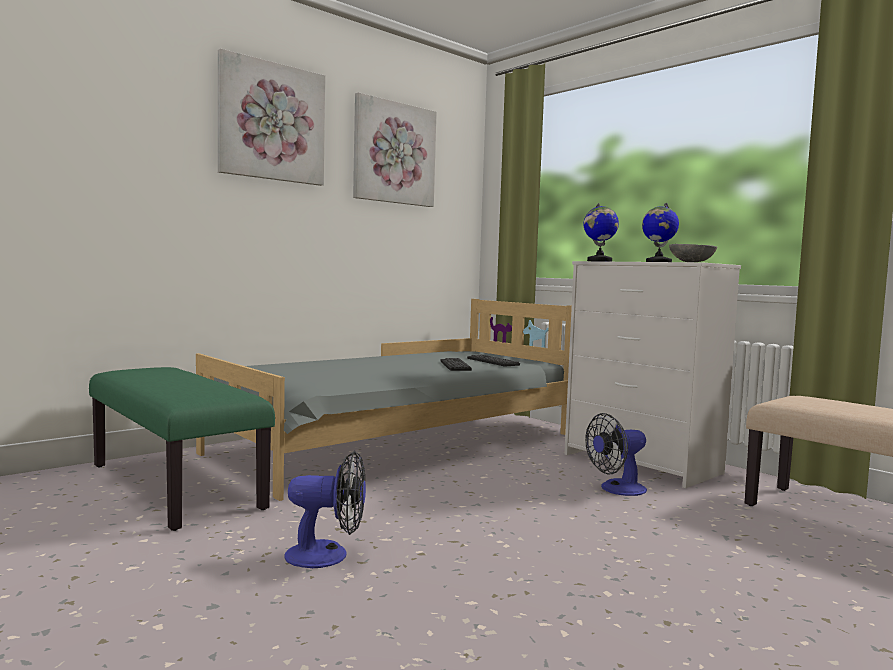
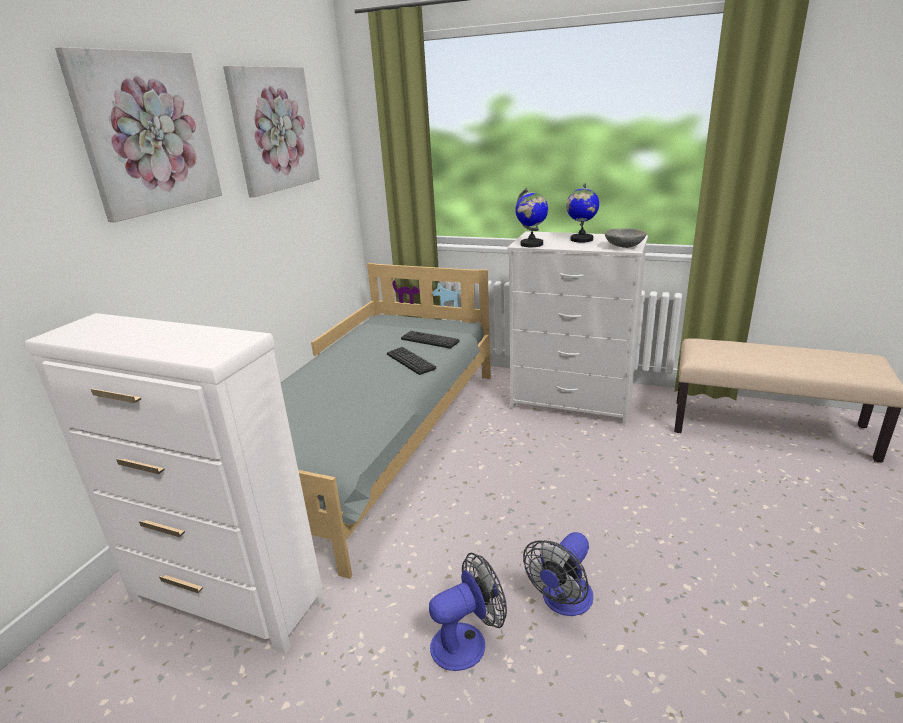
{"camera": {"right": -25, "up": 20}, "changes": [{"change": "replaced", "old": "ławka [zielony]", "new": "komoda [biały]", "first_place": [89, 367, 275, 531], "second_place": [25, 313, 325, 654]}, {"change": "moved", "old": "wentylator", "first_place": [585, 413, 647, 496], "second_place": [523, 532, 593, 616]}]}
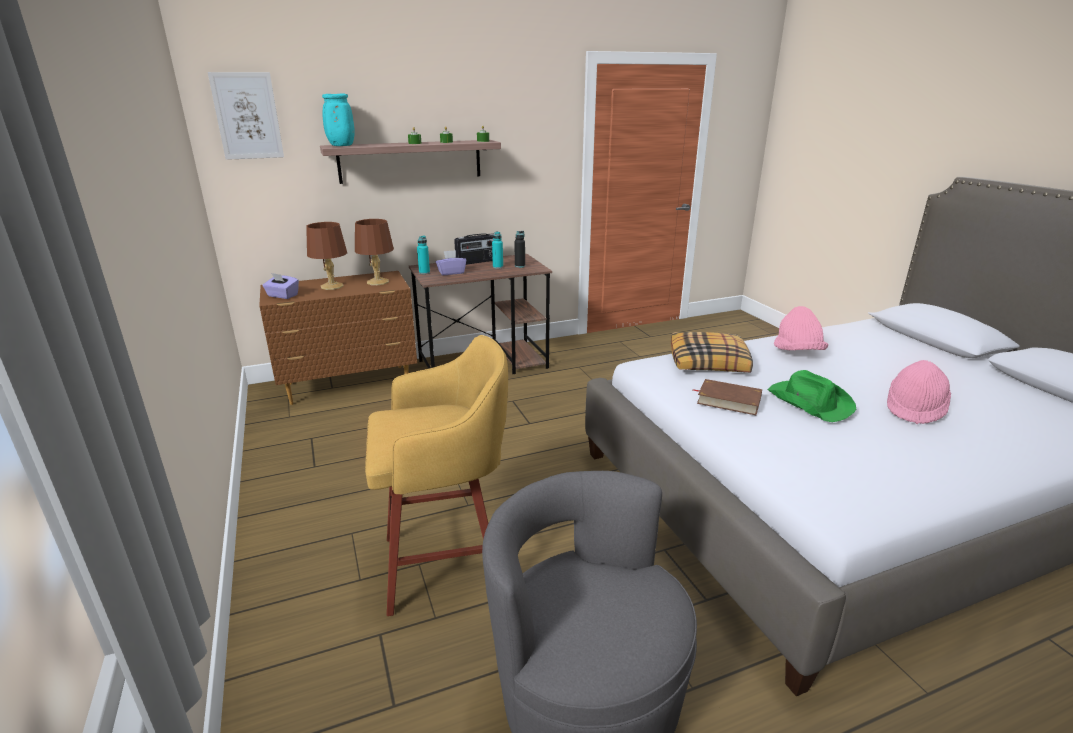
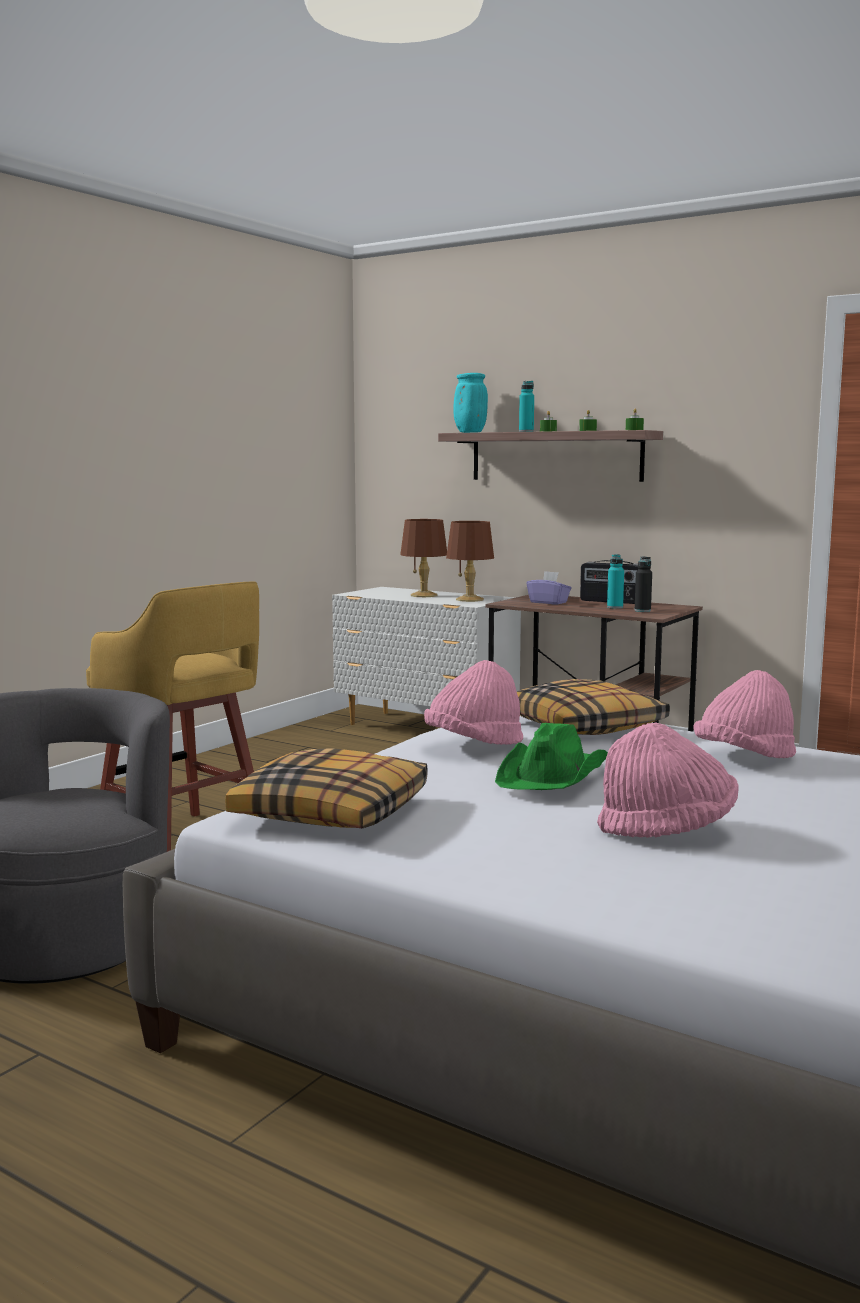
{"camera": {"right": 55, "up": -15}, "changes": [{"change": "removed", "old": "obraz", "first_place": [208, 72, 284, 160]}, {"change": "moved", "old": "butelka [turkusowy]", "first_place": [417, 236, 430, 274], "second_place": [519, 381, 534, 432]}, {"change": "recoloured", "old": "komoda [brązowy]", "new": "komoda [biały]", "first_place": [259, 271, 417, 405], "second_place": [332, 587, 521, 725]}, {"change": "removed", "old": "pudełko chusteczek [fioletowy]", "first_place": [262, 273, 299, 299]}, {"change": "replaced", "old": "książka [brązowy]", "new": "kapelusz [różowy]", "first_place": [693, 379, 762, 415], "second_place": [424, 660, 523, 745]}, {"change": "added", "new": "poduszka", "second_place": [225, 748, 427, 828]}]}
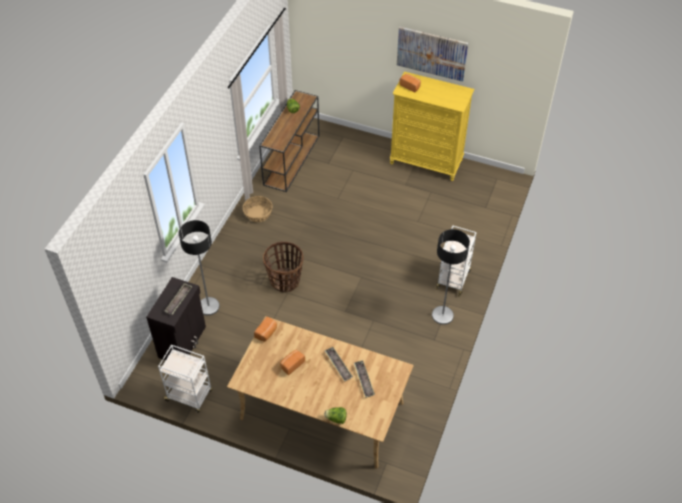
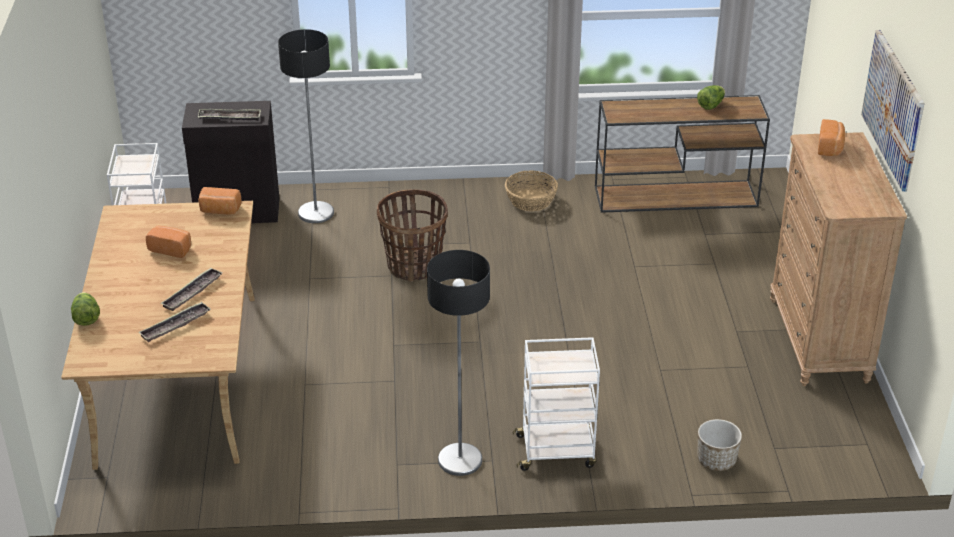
{"camera": {"right": 65, "up": -15}, "changes": [{"change": "recoloured", "old": "komoda [żółty]", "new": "komoda [brązowy]", "first_place": [390, 72, 474, 181], "second_place": [770, 132, 907, 386]}, {"change": "added", "new": "donica", "second_place": [697, 419, 742, 471]}]}
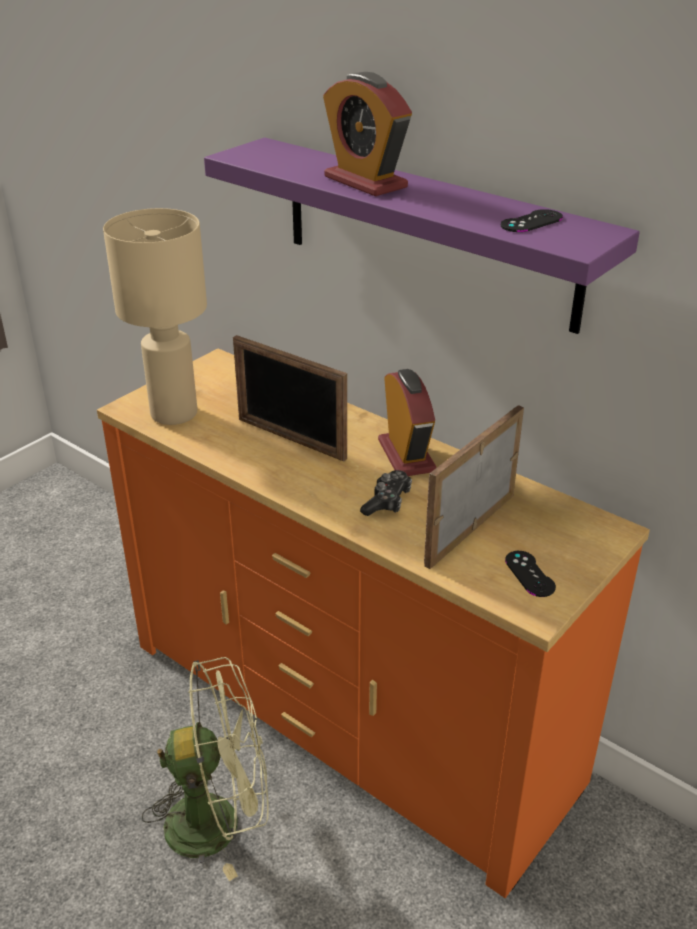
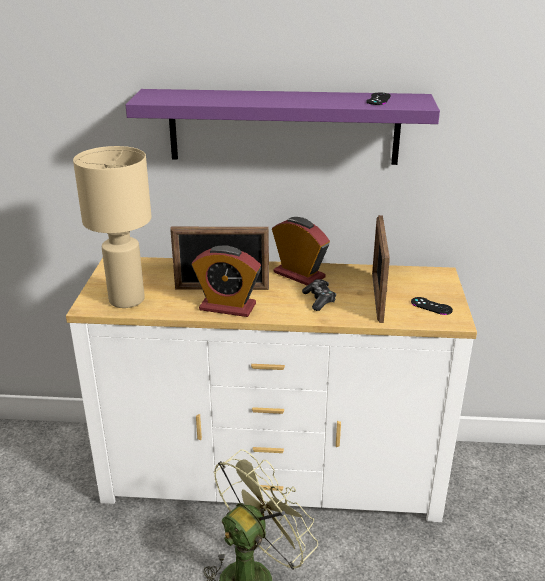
{"camera": {"right": -35, "up": -5}, "changes": [{"change": "moved", "old": "budzik", "first_place": [323, 72, 412, 196], "second_place": [192, 246, 261, 317]}, {"change": "recoloured", "old": "komoda [pomarańczowy]", "new": "komoda [biały]", "first_place": [97, 349, 650, 898], "second_place": [66, 257, 477, 522]}]}
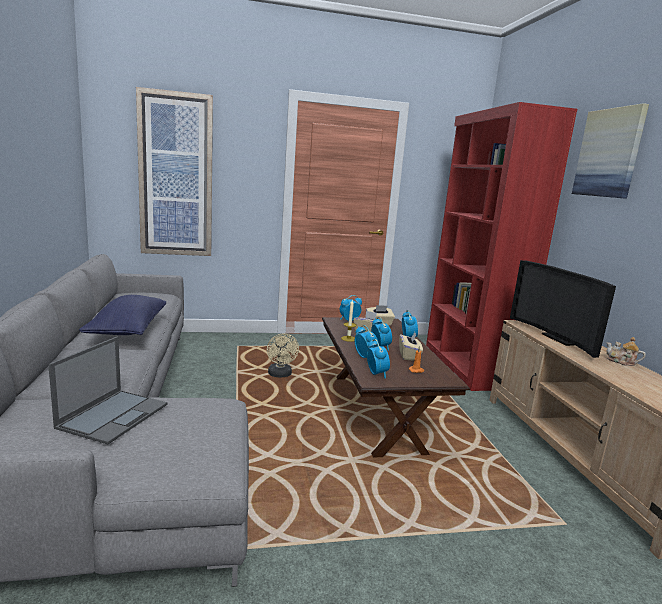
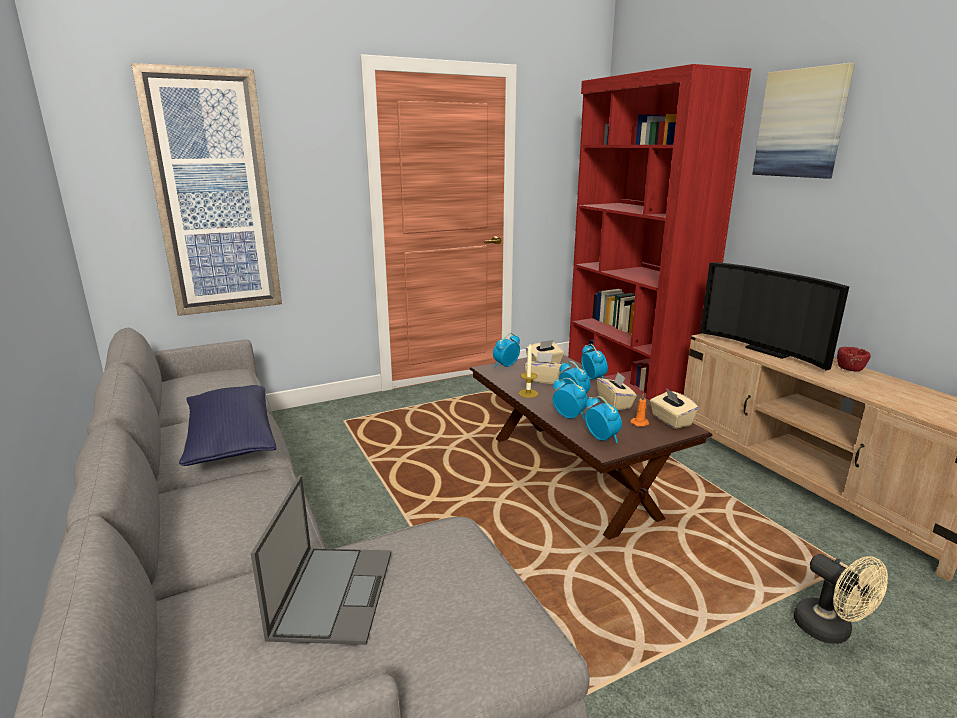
{"camera": {"right": -15, "up": 5}, "changes": [{"change": "moved", "old": "wentylator [beżowy]", "first_place": [267, 333, 299, 377], "second_place": [794, 554, 888, 644]}, {"change": "replaced", "old": "imbryk", "new": "miska [czerwony]", "first_place": [606, 337, 646, 366], "second_place": [837, 347, 871, 371]}, {"change": "added", "new": "pudełko chusteczek [beżowy]", "second_place": [650, 388, 699, 429]}]}
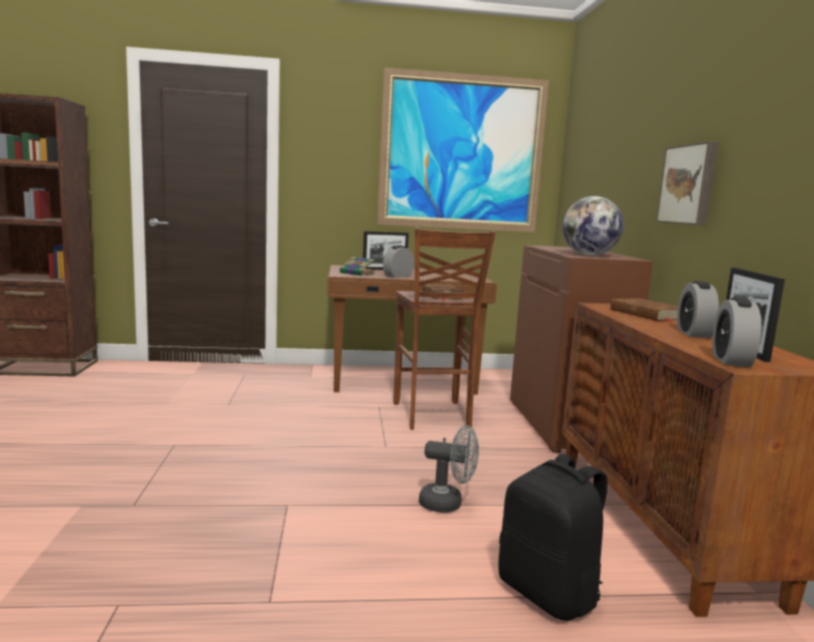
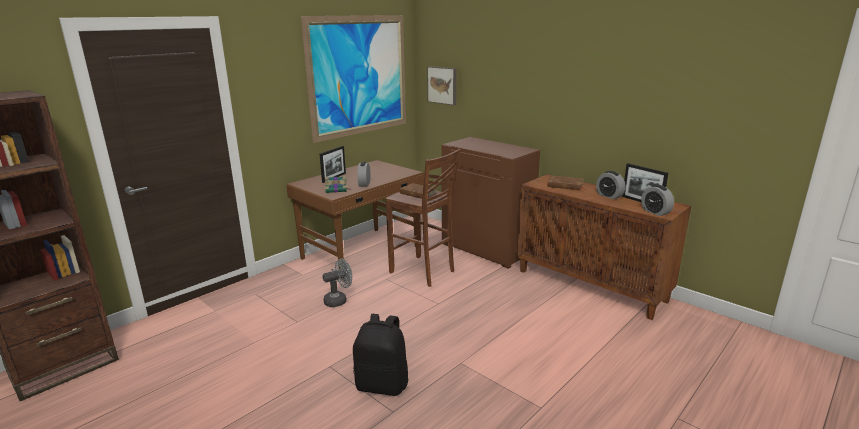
{"camera": {"right": -40, "up": 10}, "changes": [{"change": "moved", "old": "obraz", "first_place": [656, 141, 718, 225], "second_place": [427, 66, 457, 105]}, {"change": "removed", "old": "globus", "first_place": [563, 196, 624, 255]}, {"change": "moved", "old": "wentylator [szary]", "first_place": [419, 425, 479, 512], "second_place": [323, 259, 352, 307]}, {"change": "moved", "old": "plecak [czarny]", "first_place": [498, 454, 608, 621], "second_place": [353, 314, 408, 396]}]}
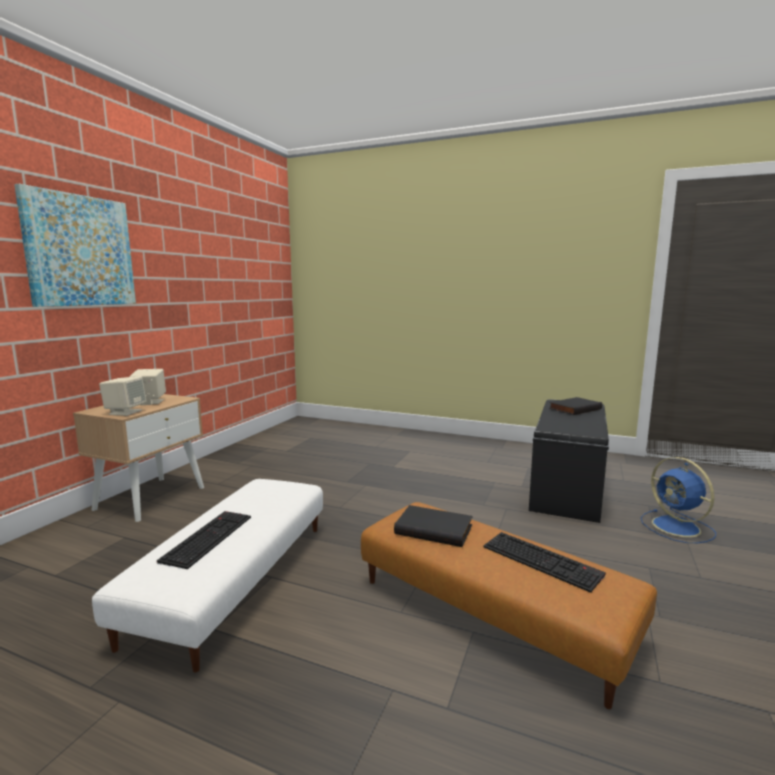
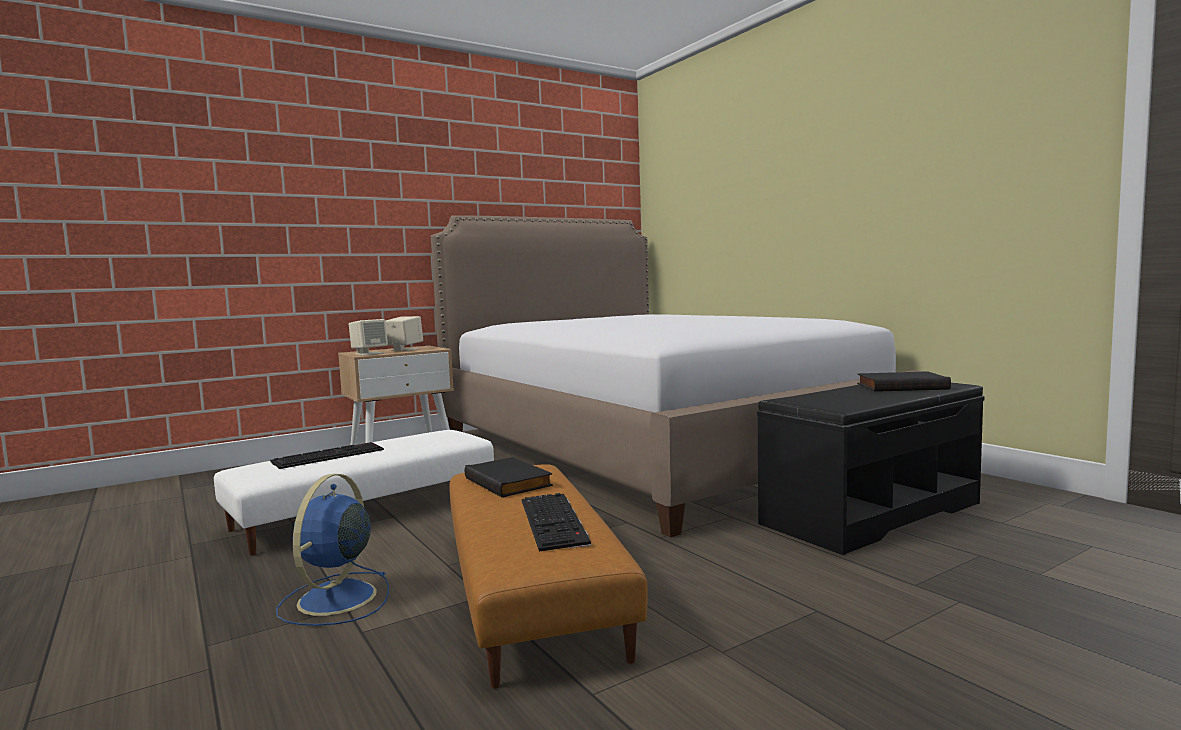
{"camera": {"right": 35, "up": -5}, "changes": [{"change": "removed", "old": "obraz", "first_place": [14, 184, 136, 307]}, {"change": "moved", "old": "wentylator [niebieski]", "first_place": [641, 457, 716, 543], "second_place": [276, 474, 389, 626]}, {"change": "added", "new": "łóżko", "second_place": [431, 215, 925, 537]}]}
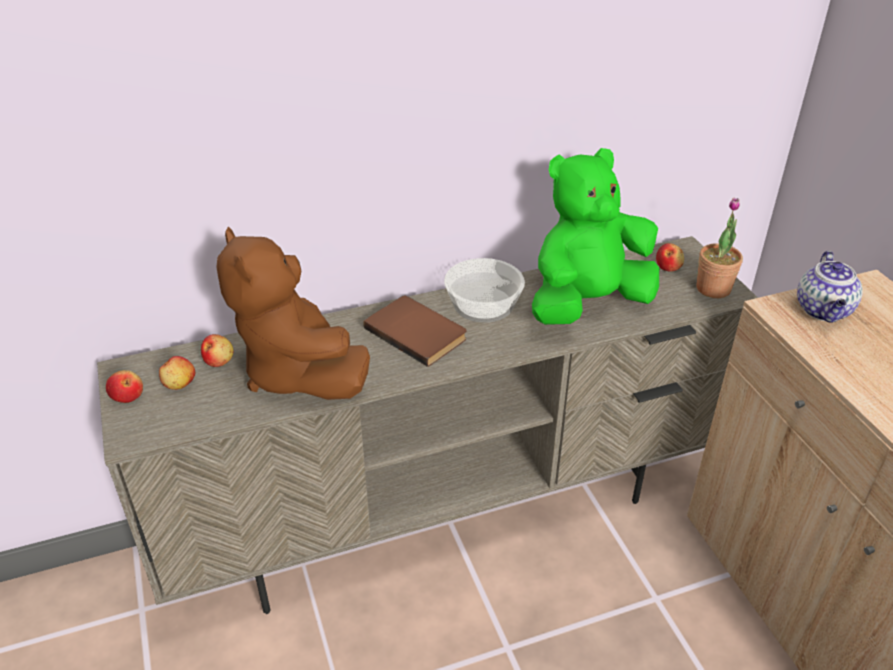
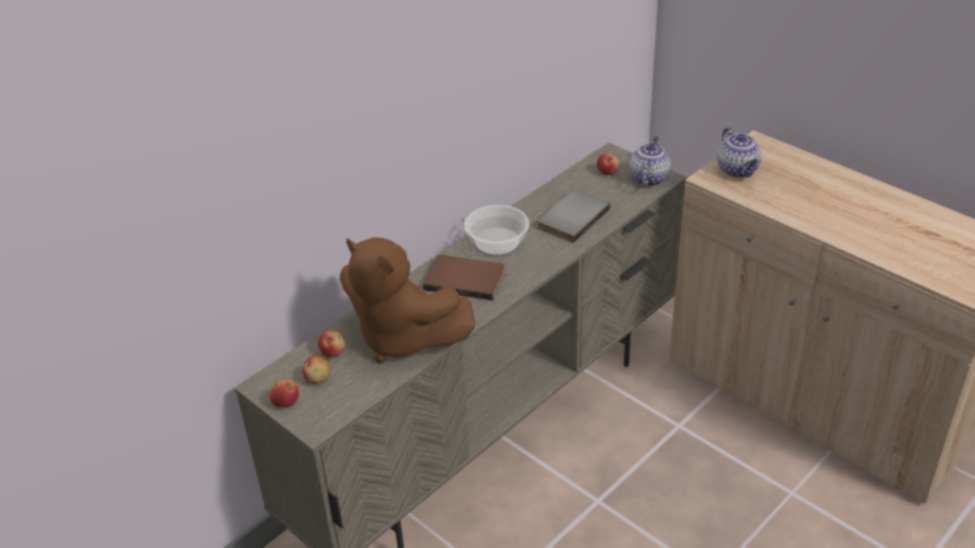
{"camera": {"right": -25, "up": 0}, "changes": [{"change": "replaced", "old": "pluszak [zielony]", "new": "książka [szary]", "first_place": [532, 148, 659, 325], "second_place": [537, 189, 610, 243]}, {"change": "replaced", "old": "roślina doniczkowa", "new": "imbryk", "first_place": [696, 197, 743, 298], "second_place": [629, 136, 671, 186]}]}
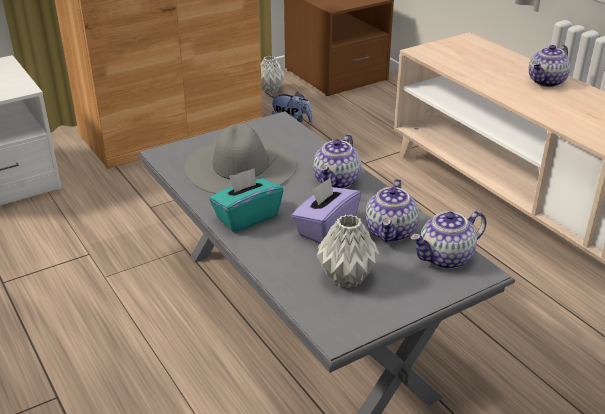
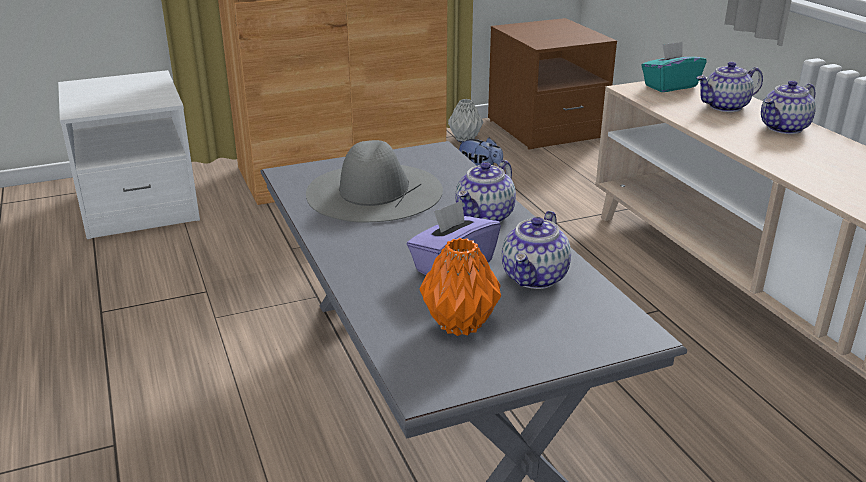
{"camera": {"right": 10, "up": -5}, "changes": [{"change": "moved", "old": "pudełko chusteczek [turkusowy]", "first_place": [209, 168, 283, 232], "second_place": [641, 41, 707, 92]}, {"change": "moved", "old": "imbryk", "first_place": [411, 211, 486, 269], "second_place": [696, 62, 763, 112]}, {"change": "recoloured", "old": "wazon [szary]", "new": "wazon [pomarańczowy]", "first_place": [317, 215, 380, 288], "second_place": [420, 238, 501, 336]}]}
